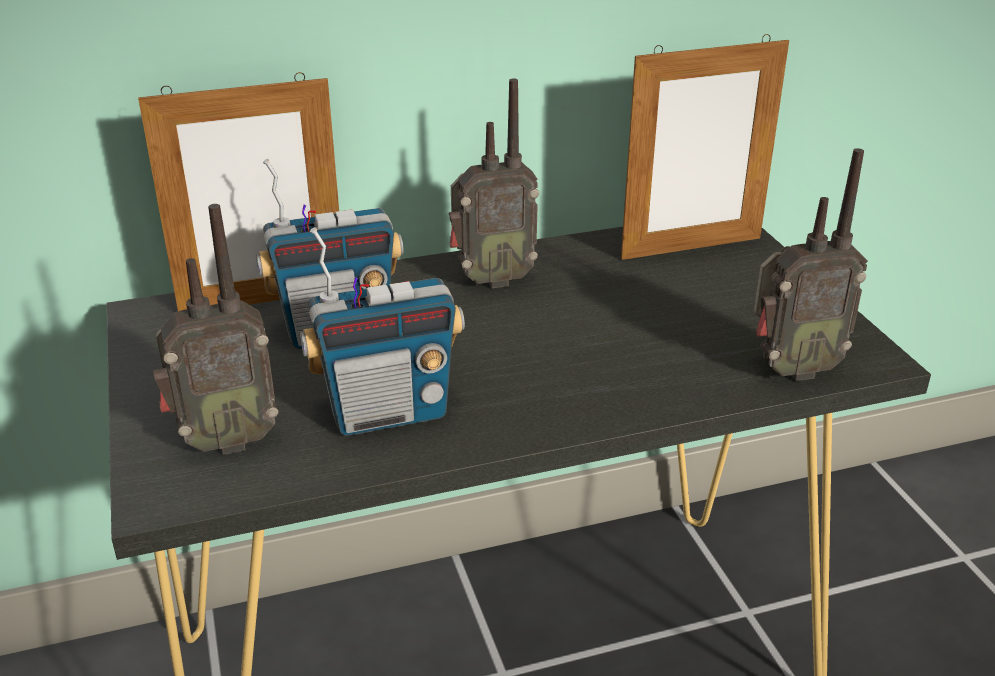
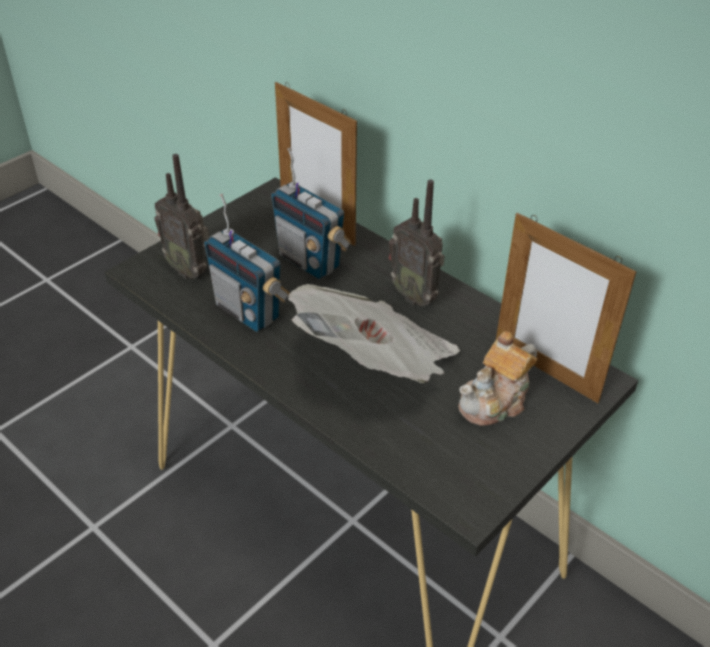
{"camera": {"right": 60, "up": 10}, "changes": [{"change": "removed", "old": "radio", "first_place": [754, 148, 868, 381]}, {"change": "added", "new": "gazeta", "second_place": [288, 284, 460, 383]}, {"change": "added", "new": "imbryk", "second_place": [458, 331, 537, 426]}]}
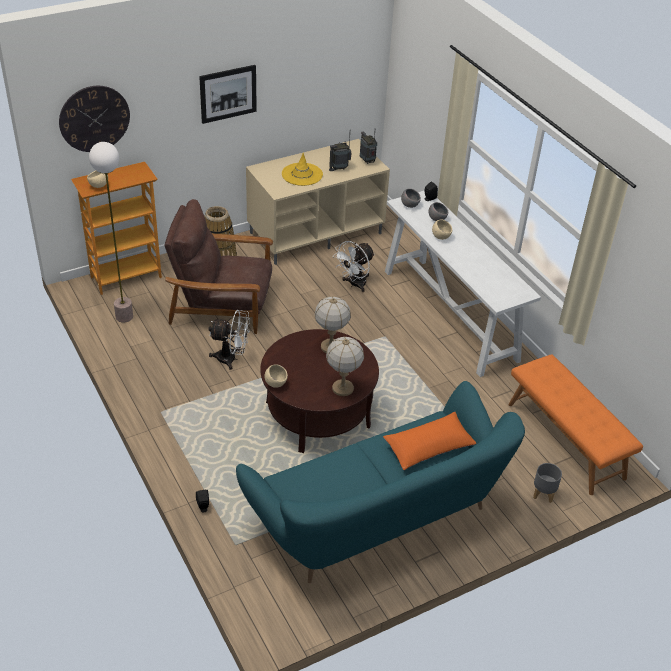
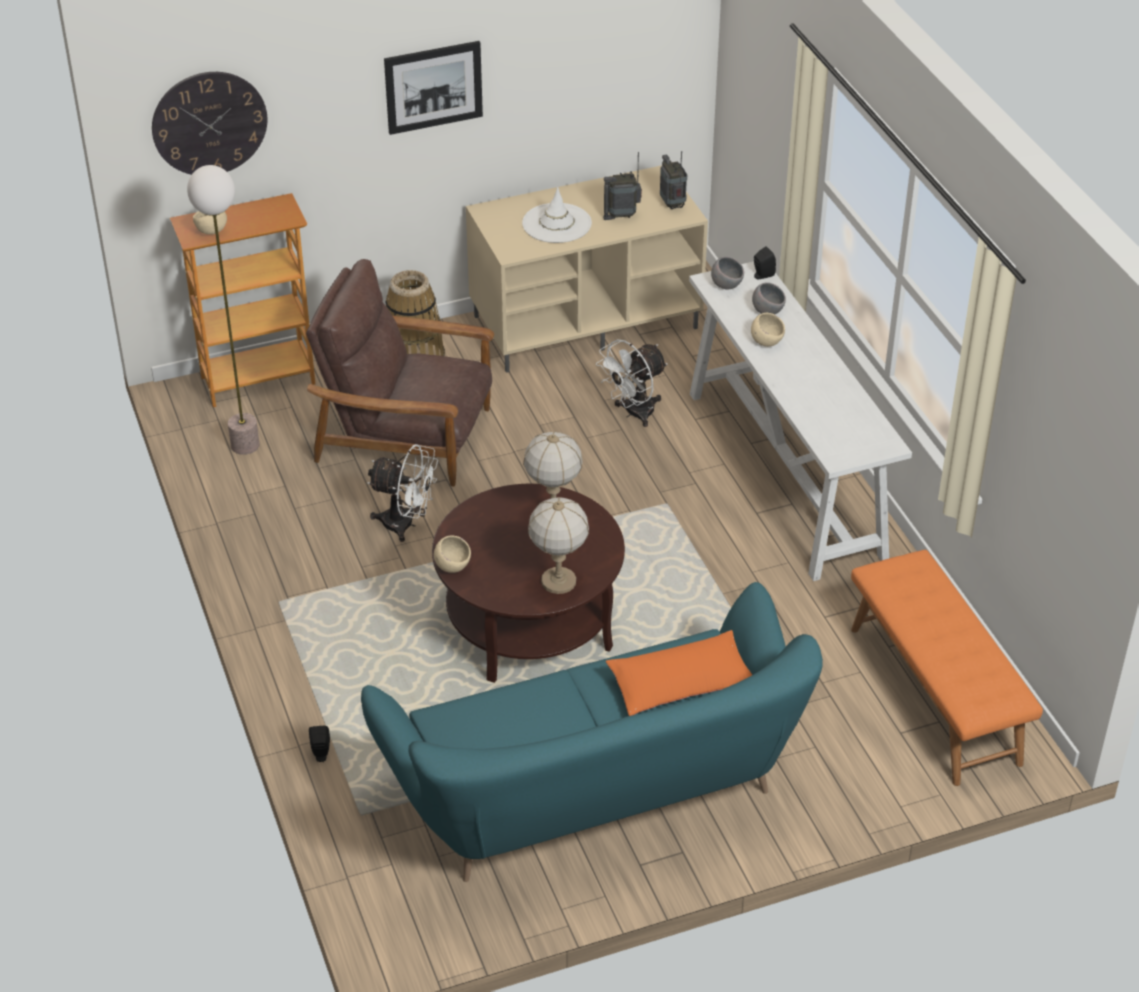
{"camera": {"right": 10, "up": 0}, "changes": [{"change": "recoloured", "old": "kapelusz [żółty]", "new": "kapelusz [biały]", "first_place": [282, 153, 323, 186], "second_place": [522, 187, 592, 243]}, {"change": "removed", "old": "donica [szary]", "first_place": [533, 463, 562, 503]}]}
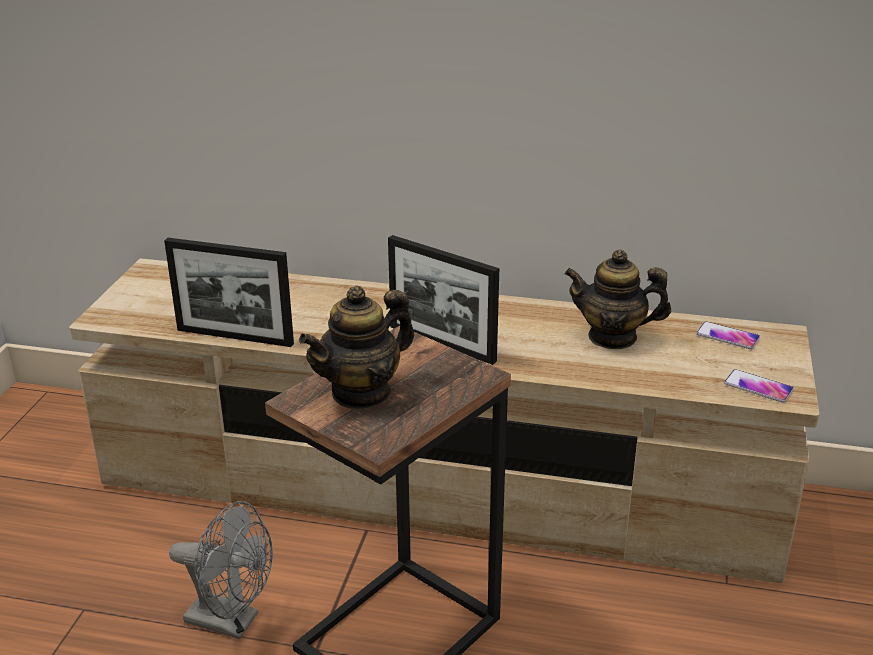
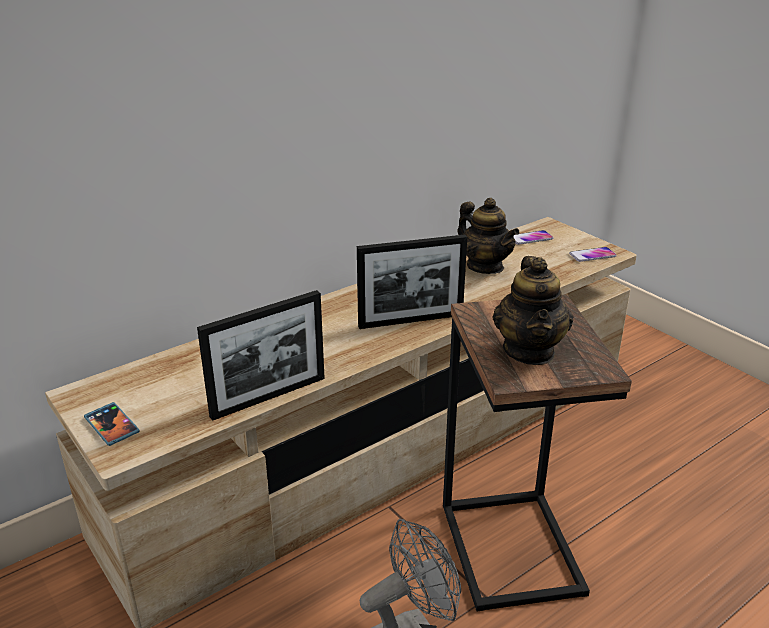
{"camera": {"right": -50, "up": 0}, "changes": [{"change": "turned", "old": "imbryk", "first_place": [564, 250, 671, 349], "second_place": [458, 198, 520, 274], "degrees": -90}, {"change": "added", "new": "telefon", "second_place": [84, 402, 140, 446]}]}
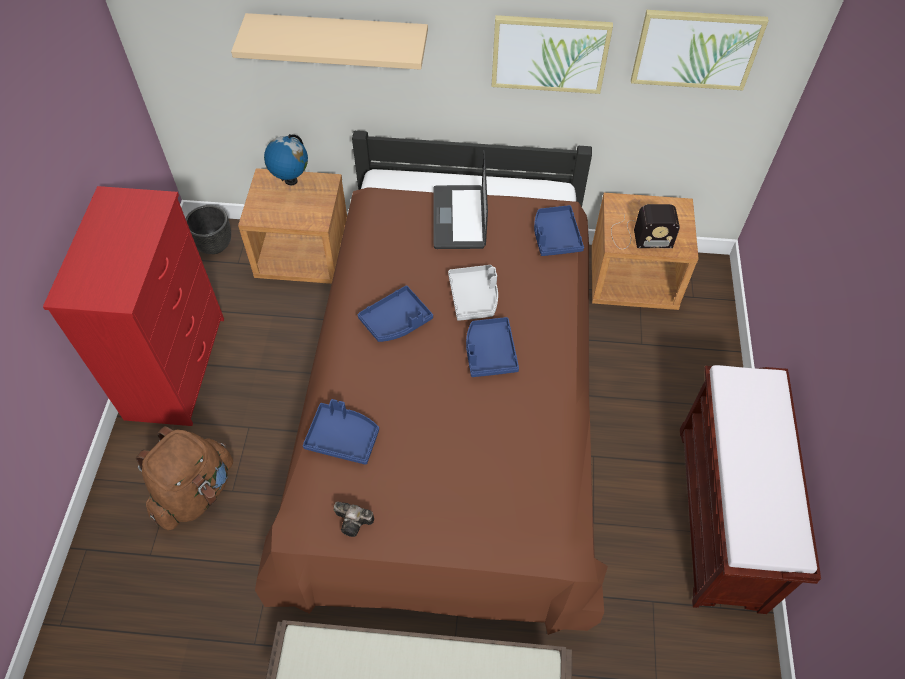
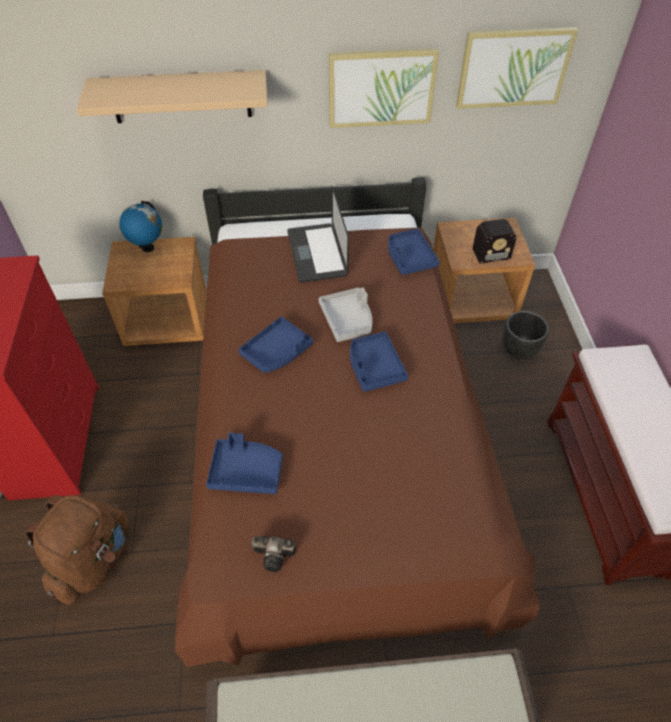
{"camera": {"right": -10, "up": -5}, "changes": [{"change": "moved", "old": "donica [czarny]", "first_place": [185, 205, 231, 254], "second_place": [503, 311, 549, 359]}]}
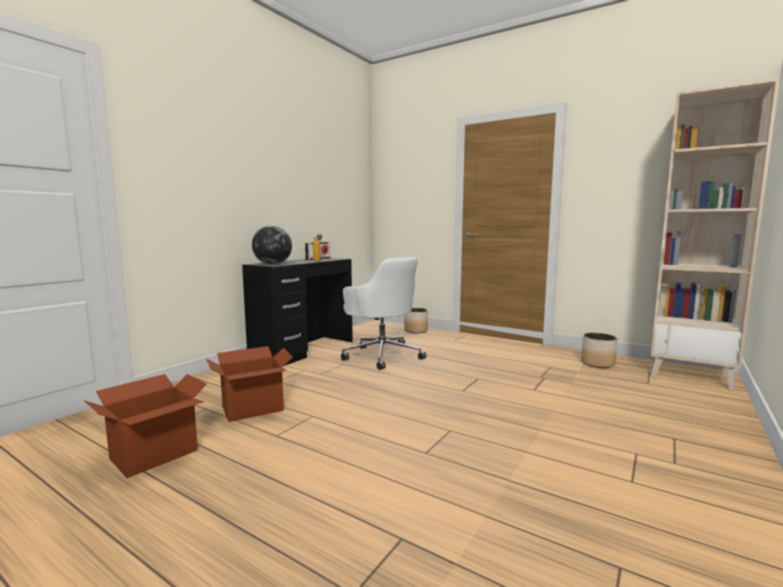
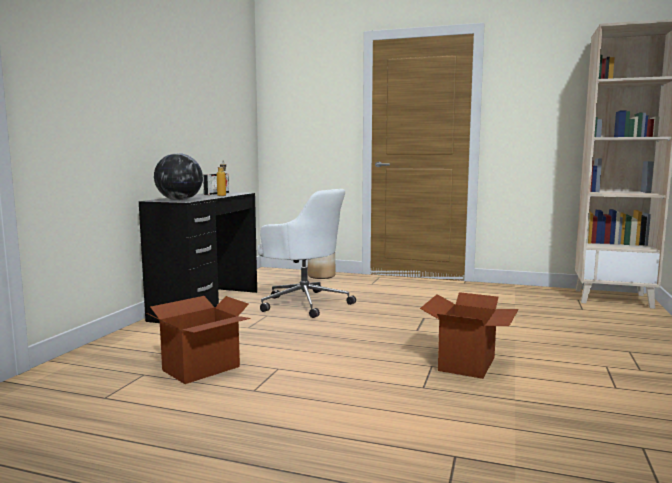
{"camera": {"right": -15, "up": 0}, "changes": [{"change": "removed", "old": "donica", "first_place": [581, 333, 617, 368]}, {"change": "moved", "old": "karton", "first_place": [84, 374, 207, 478], "second_place": [420, 292, 519, 379]}]}
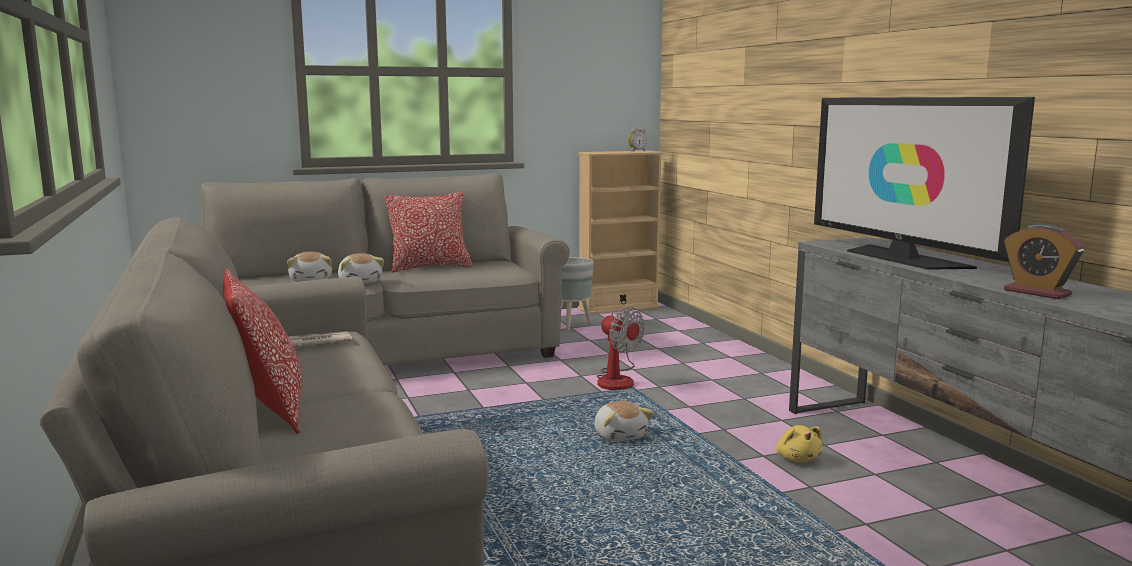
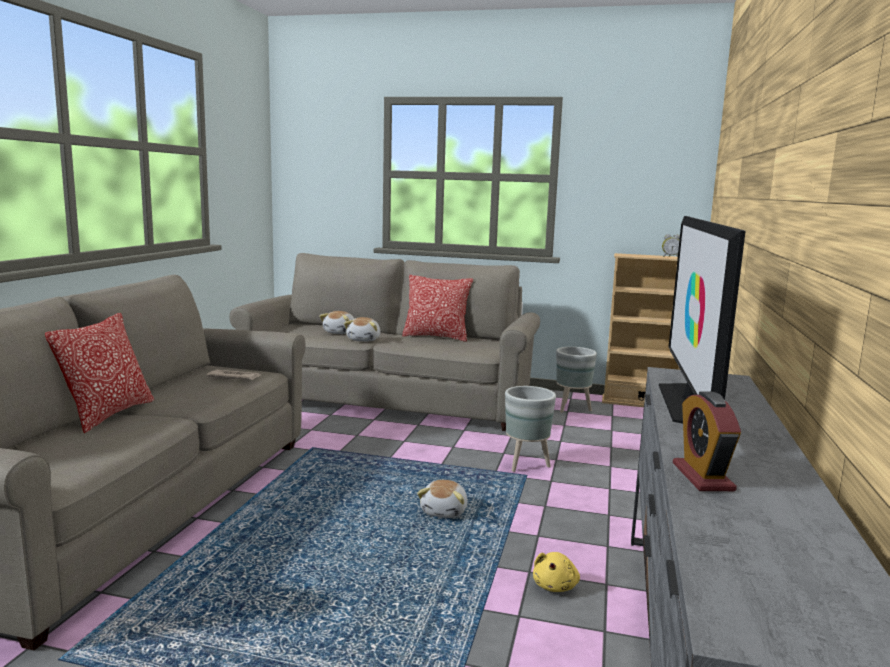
{"camera": {"right": 35, "up": 0}, "changes": [{"change": "replaced", "old": "wentylator", "new": "donica [szary]", "first_place": [596, 307, 645, 390], "second_place": [505, 386, 556, 472]}]}
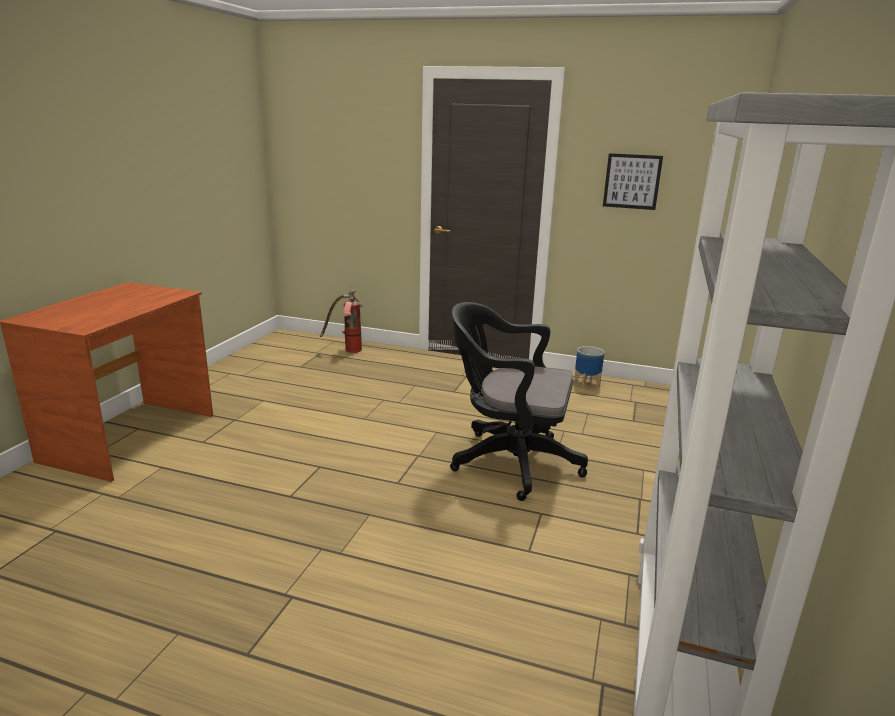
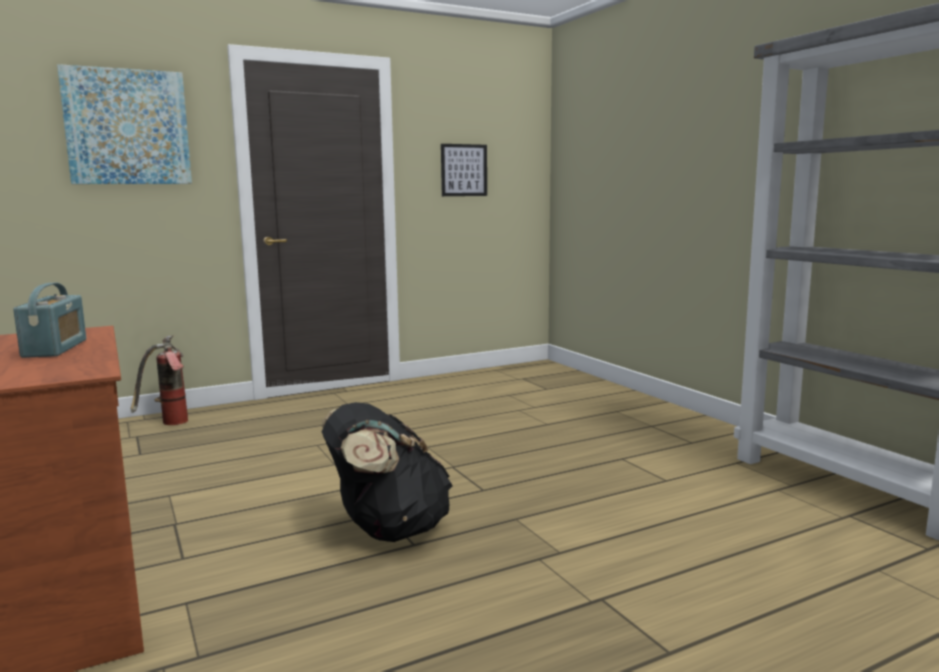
{"camera": {"right": -45, "up": -10}, "changes": [{"change": "removed", "old": "krzesło biurowe [czarny]", "first_place": [450, 302, 588, 501]}, {"change": "removed", "old": "donica", "first_place": [574, 346, 605, 389]}, {"change": "added", "new": "obraz", "second_place": [57, 64, 192, 184]}, {"change": "added", "new": "radio", "second_place": [13, 283, 86, 358]}, {"change": "added", "new": "plecak [czarny]", "second_place": [322, 402, 452, 542]}]}
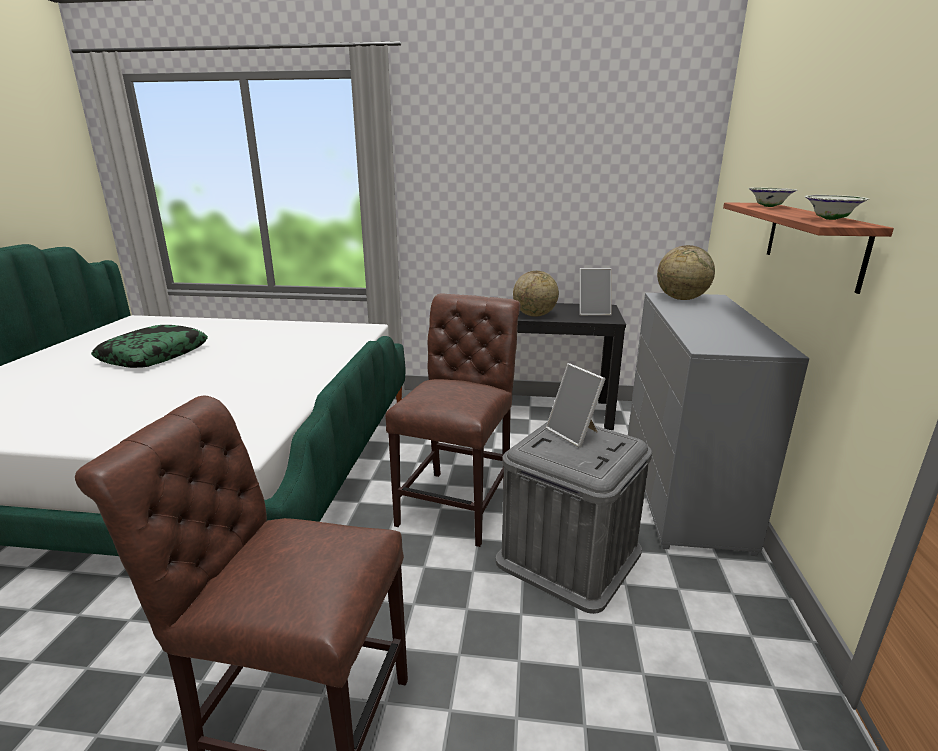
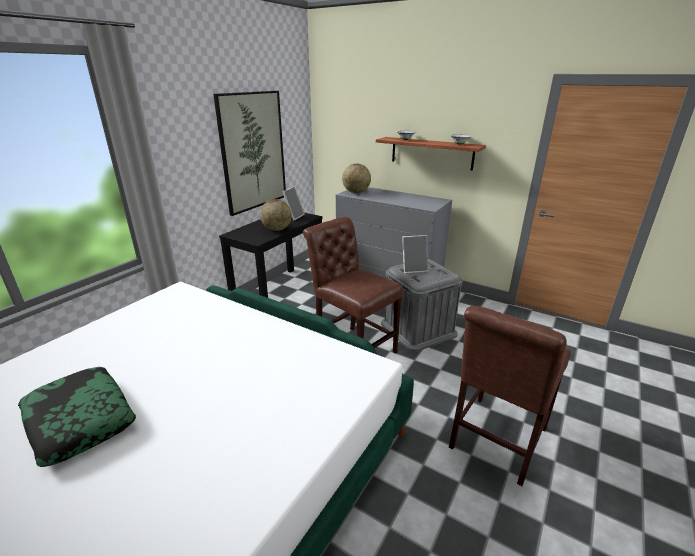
{"camera": {"right": -65, "up": 5}, "changes": [{"change": "added", "new": "obraz", "second_place": [213, 91, 286, 216]}]}
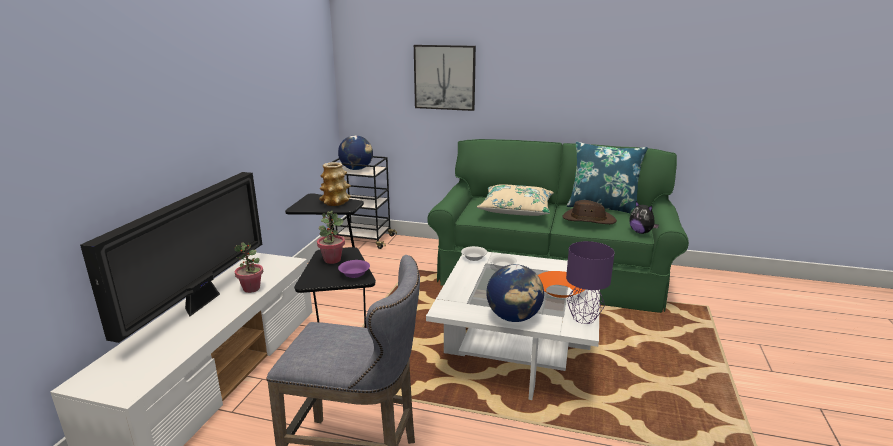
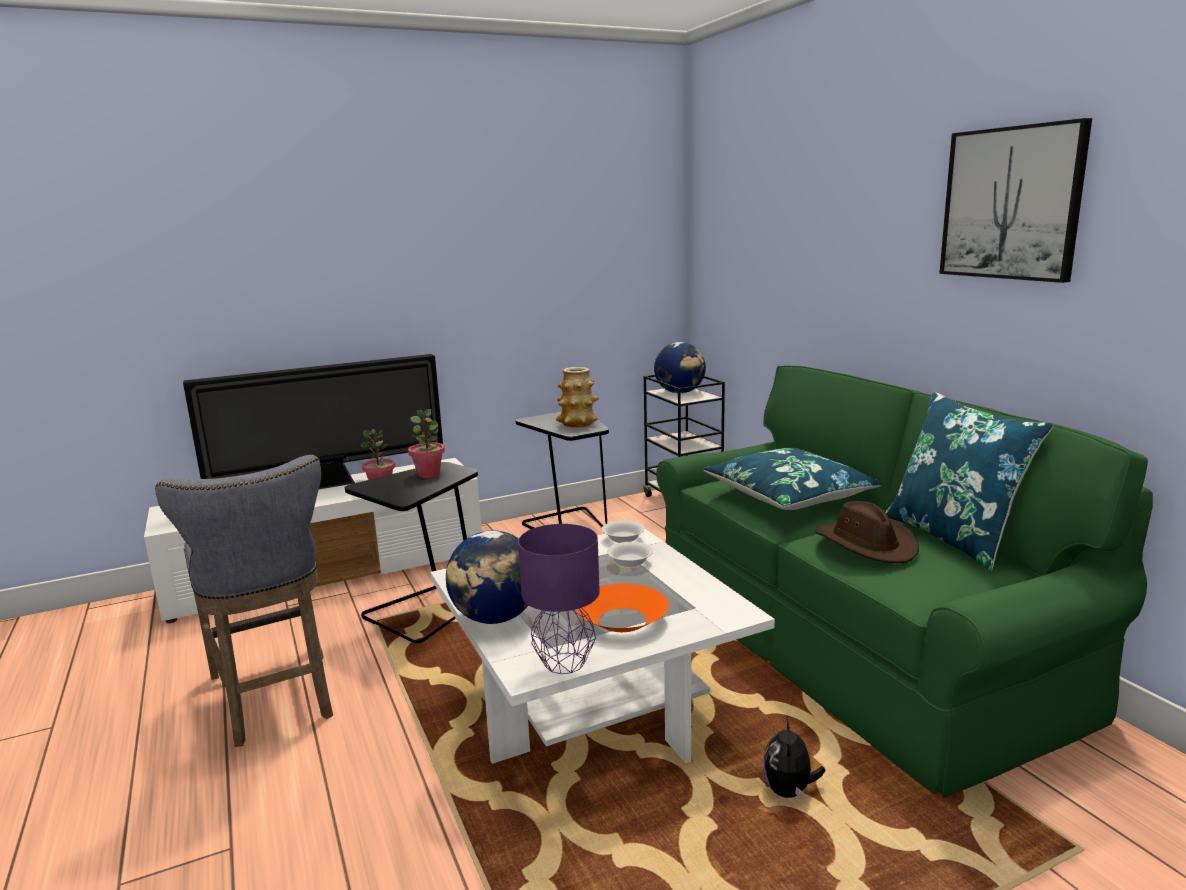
{"camera": {"right": 50, "up": -5}, "changes": [{"change": "moved", "old": "obraz", "first_place": [414, 45, 476, 111], "second_place": [939, 118, 1092, 283]}, {"change": "recoloured", "old": "poduszka [beżowy]", "new": "poduszka [niebieski]", "first_place": [477, 184, 554, 216], "second_place": [703, 448, 881, 510]}, {"change": "moved", "old": "pluszak", "first_place": [629, 201, 659, 234], "second_place": [763, 717, 825, 800]}, {"change": "removed", "old": "miska [fioletowy]", "first_place": [338, 260, 370, 278]}]}
